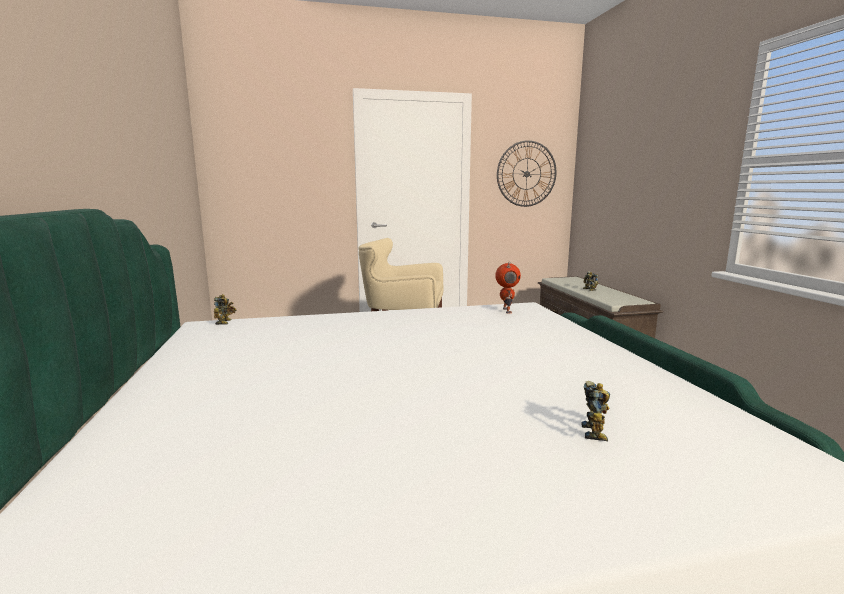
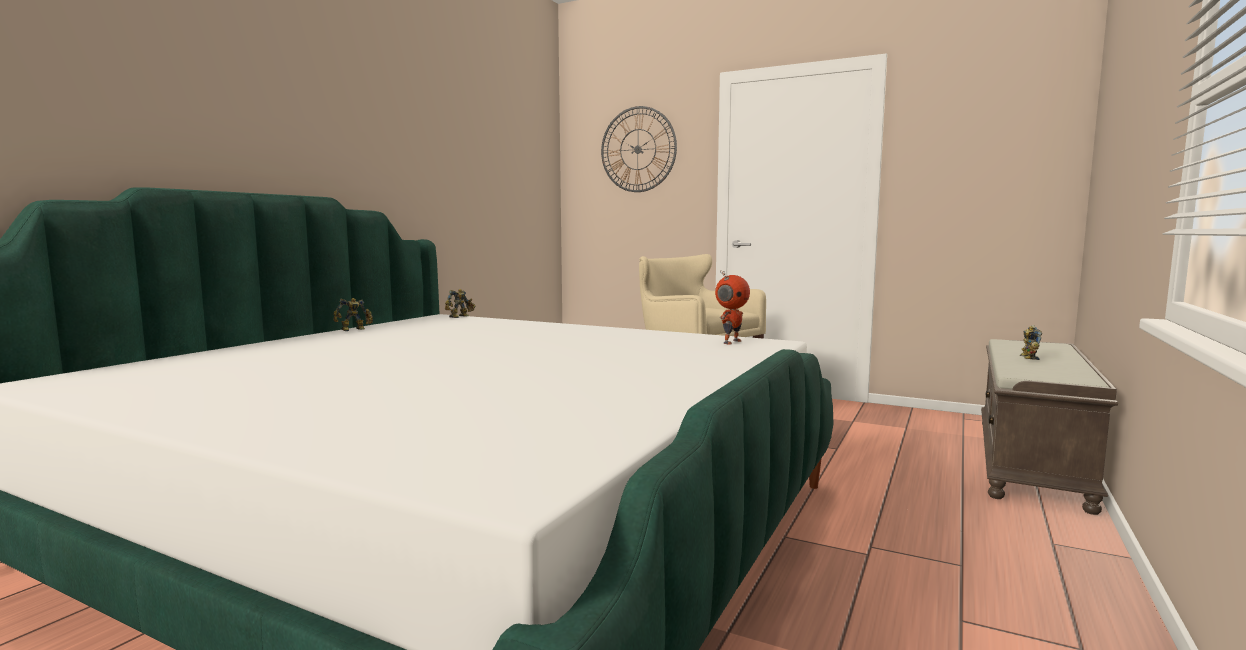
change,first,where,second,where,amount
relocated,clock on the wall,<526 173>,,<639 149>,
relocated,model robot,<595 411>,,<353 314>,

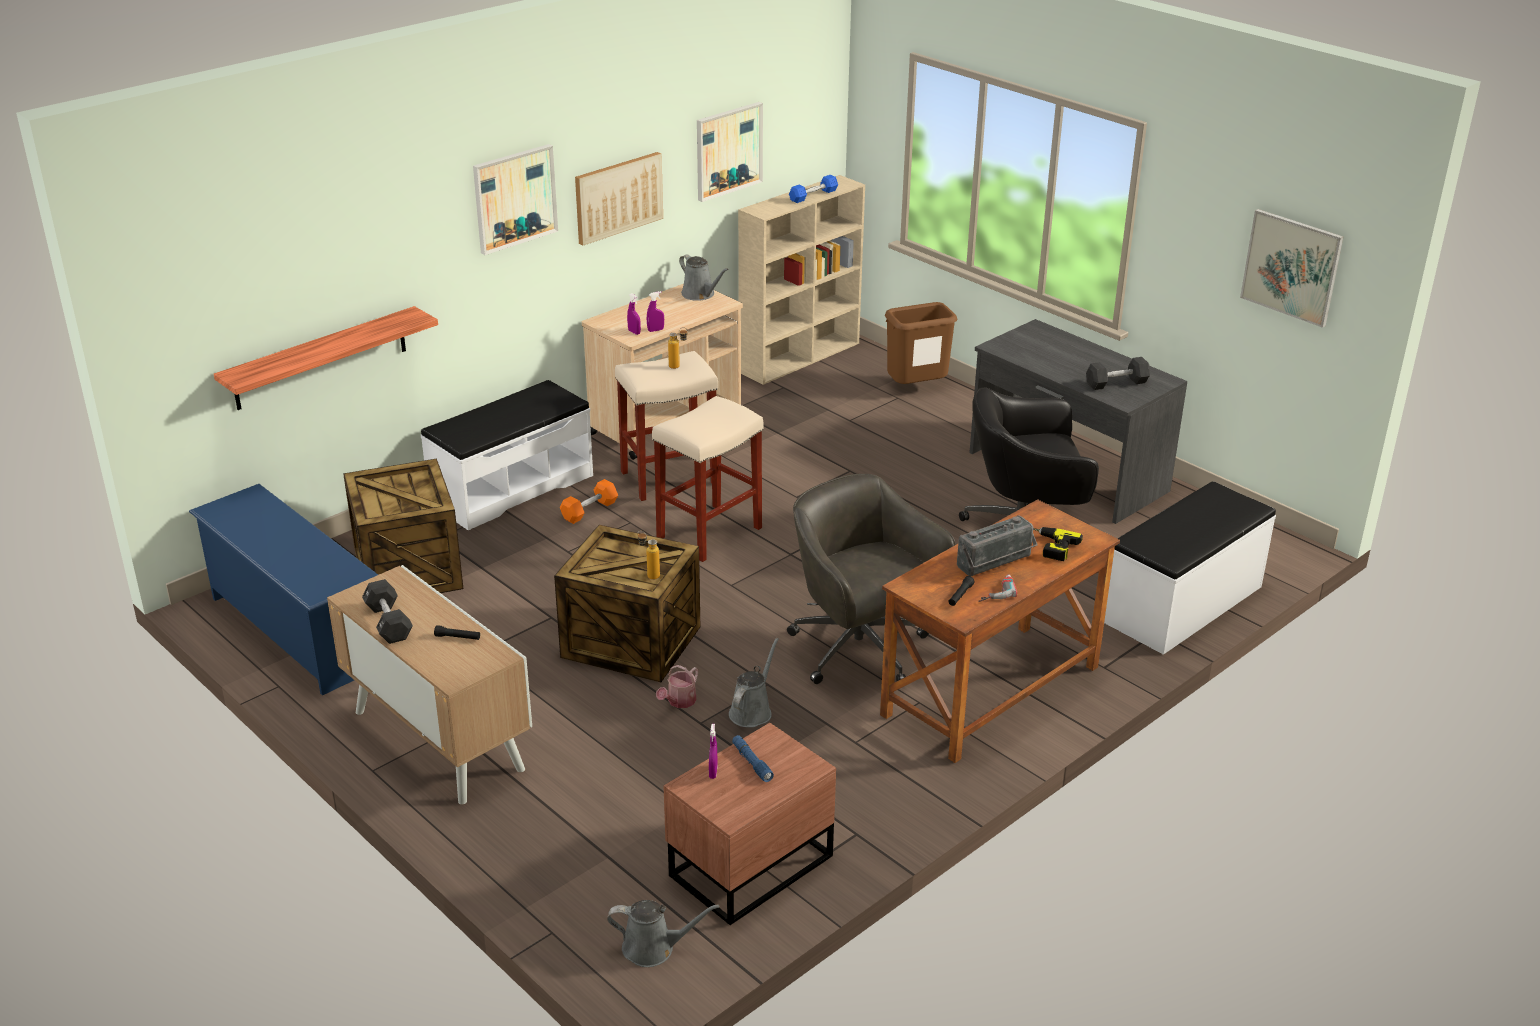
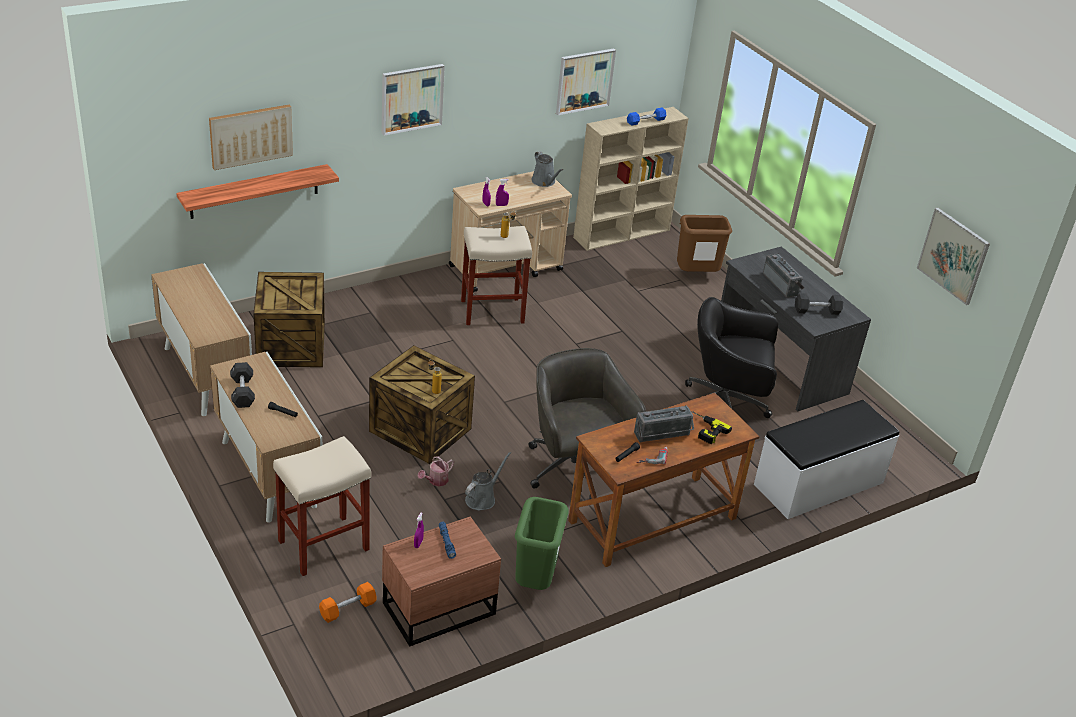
change,first,where,second,where,amount
missing,white bench,<507 455>,,,
missing,grey watering can,<663 933>,,,
appeared,,,greenish trash can,<542 543>,
appeared,,,radio set,<783 275>,
relocated,orangey hand weight,<589 501>,,<348 602>,
relocated,wall art,<619 198>,,<251 137>,
relocated,beige-coloured stool seat,<708 479>,,<322 506>,
exchanged,blue shoe stand,<283 589>,storage cabinet,<201 339>,

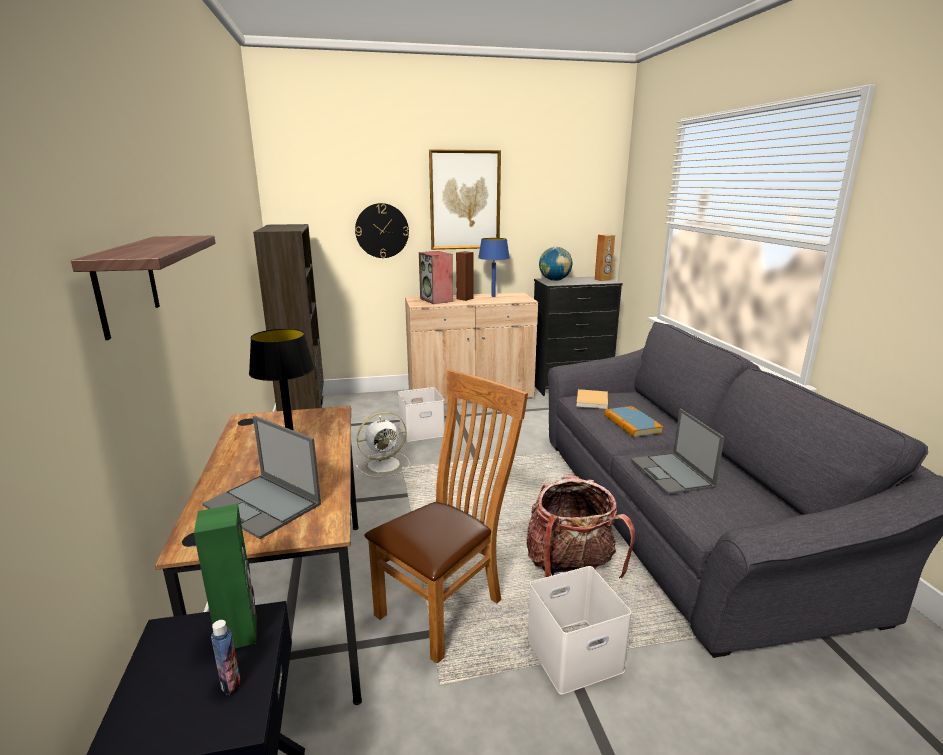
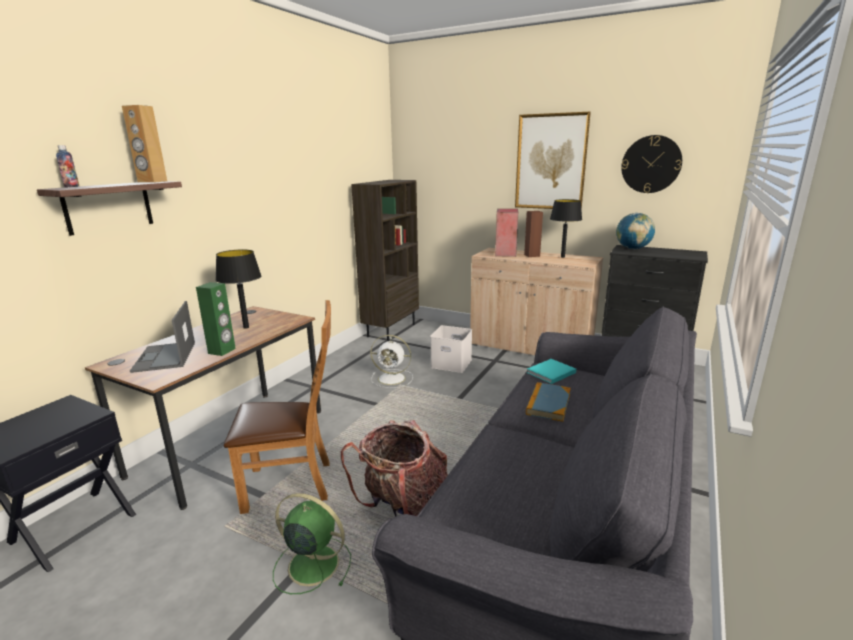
change,first,where,second,where,amount
missing,notebook computer,<677 451>,,,
relocated,greenish loudspeaker,<225 576>,,<216 319>,
relocated,beverage bottle,<226 657>,,<67 166>,
relocated,clock on the wall,<382 230>,,<651 164>,
relocated,brown-coloured loudspeaker,<605 257>,,<144 144>,
exchanged,white storage bin,<580 630>,greenish electric fan,<312 543>,
colour,blue lamp for a table,<494 267>,black-coloured lamp for a table,<566 228>,
colour,beige-coloured book,<592 399>,turquoise book,<551 371>,

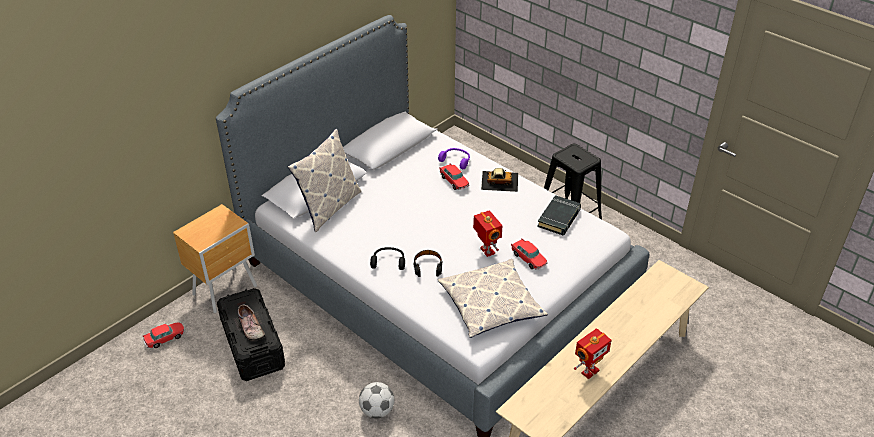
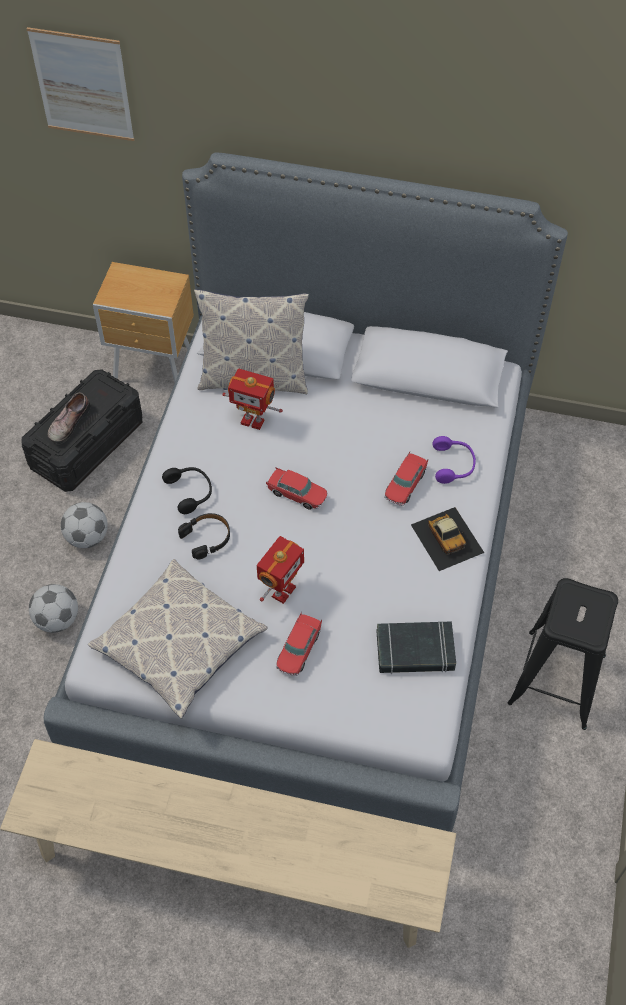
change,first,where,second,where,amount
appeared,,,wall art,<80 84>,
appeared,,,ball for football,<84 525>,
relocated,model car,<163 335>,,<296 488>,
relocated,model robot,<593 353>,,<252 399>,

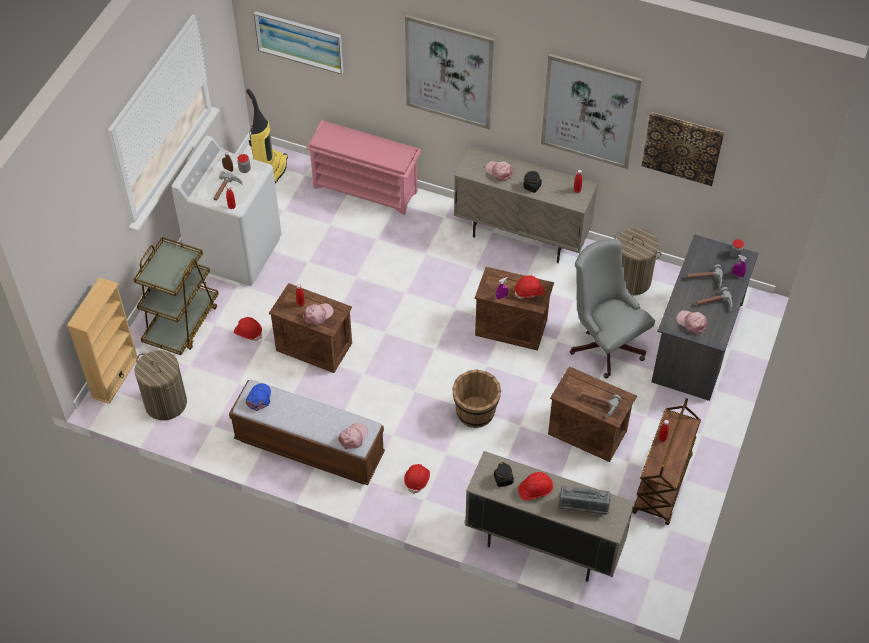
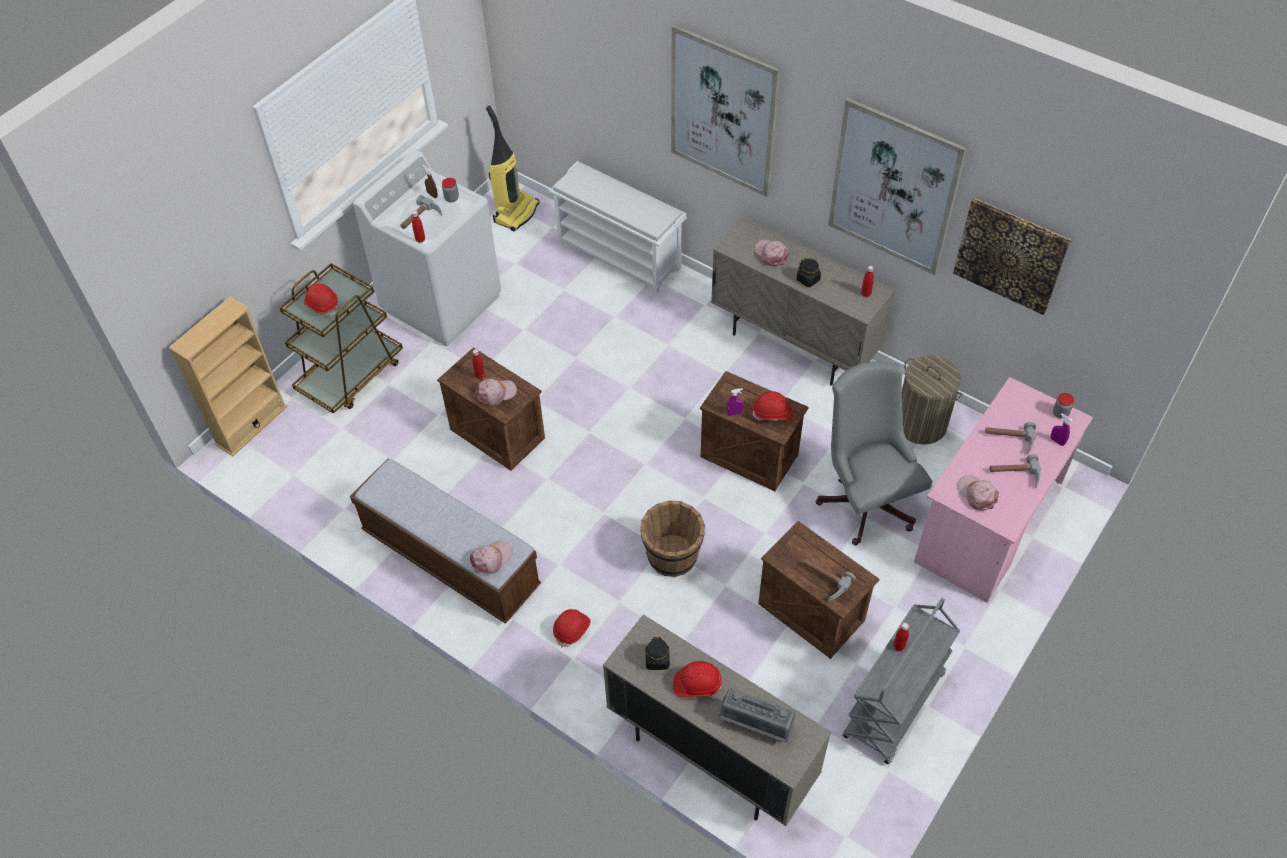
change,first,where,second,where,amount
missing,hamper,<161 385>,,,
missing,blue cap,<258 397>,,,
missing,wall art,<298 42>,,,
relocated,red-coloured safety helmet,<248 329>,,<321 300>,
colour,pink shoe stand,<363 168>,white shoe stand,<618 227>,
colour,brown-coloured wheeled cart,<666 461>,grey wheeled cart,<901 681>,
colour,grey desk,<705 317>,pink desk,<1003 490>,

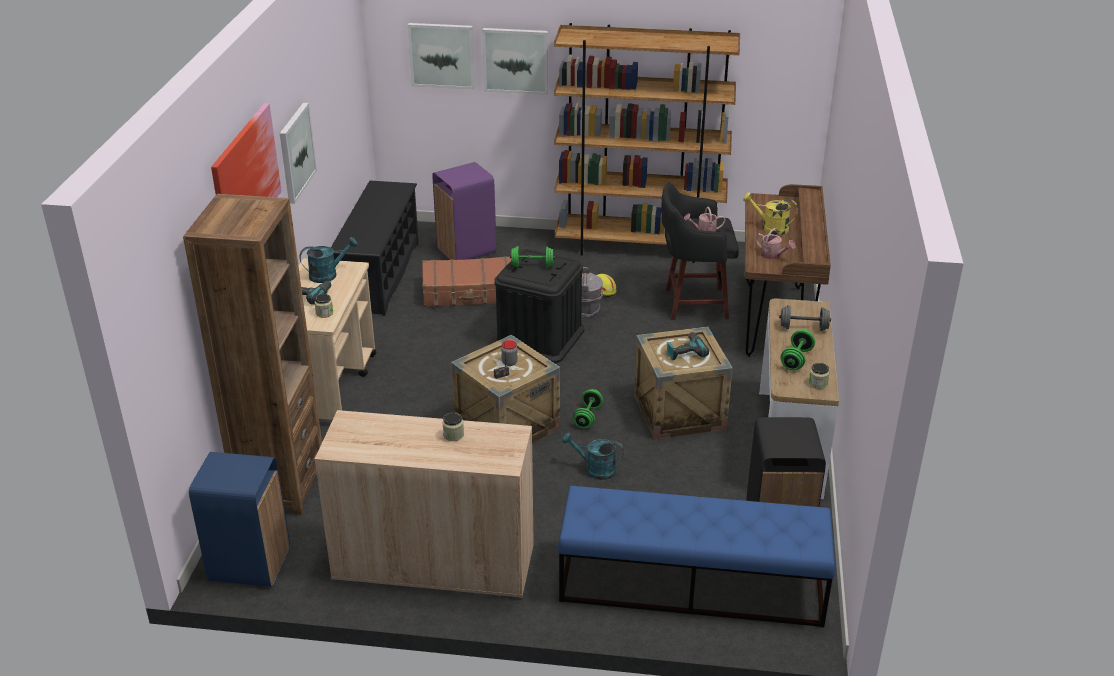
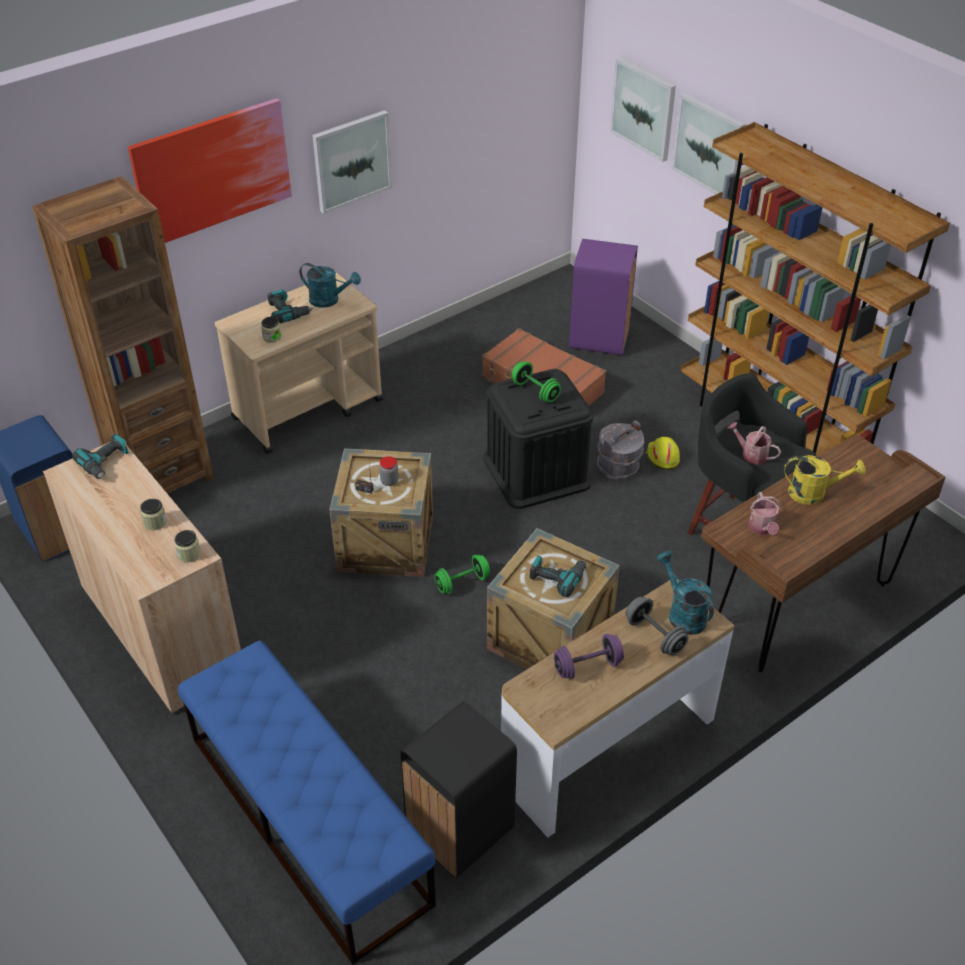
change,first,where,second,where,amount
missing,black-coloured shoe stand,<375 248>,,,
appeared,,,electric drill,<100 456>,
relocated,turquoise watering can,<593 456>,,<685 593>,
relocated,storage jar,<819 376>,,<187 546>,
colour,greenish hand weight,<798 350>,purple-coloured hand weight,<589 656>,
spun,yellow watering can,<770 213>,,<825 480>,120 degrees clockwise

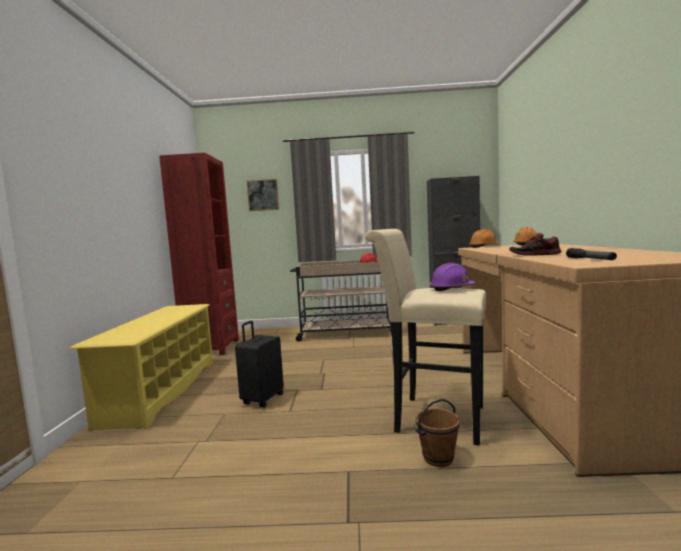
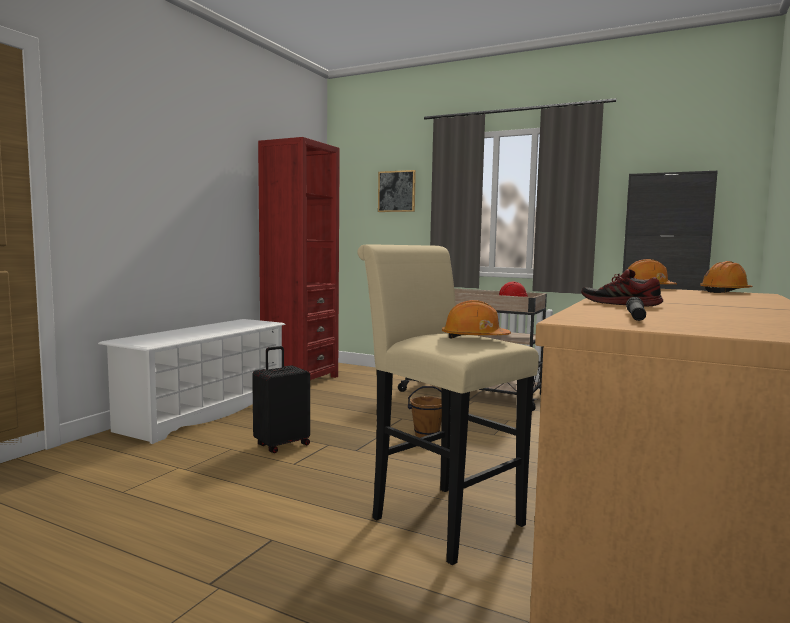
change,first,where,second,where,amount
relocated,brown-coloured water bucket,<437 433>,,<425 412>,
colour,yellow shoe stand,<141 367>,white shoe stand,<192 381>,
colour,purple-coloured safety helmet,<452 277>,orangey safety helmet,<476 319>,

